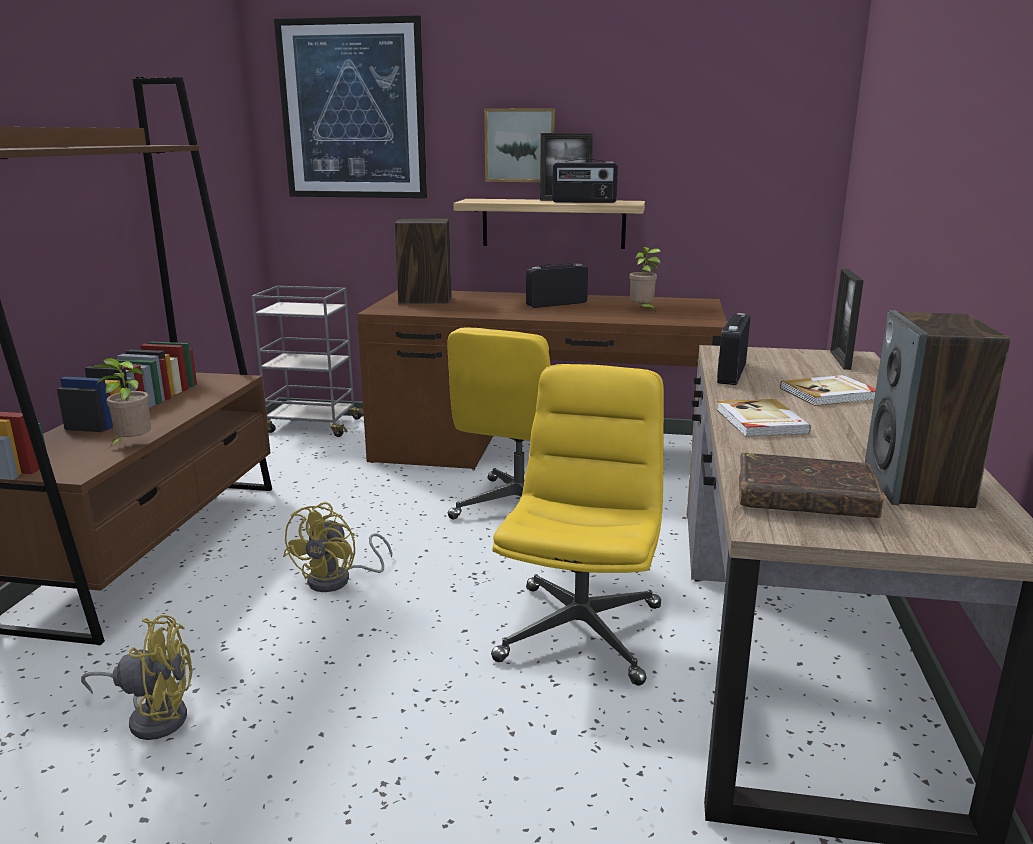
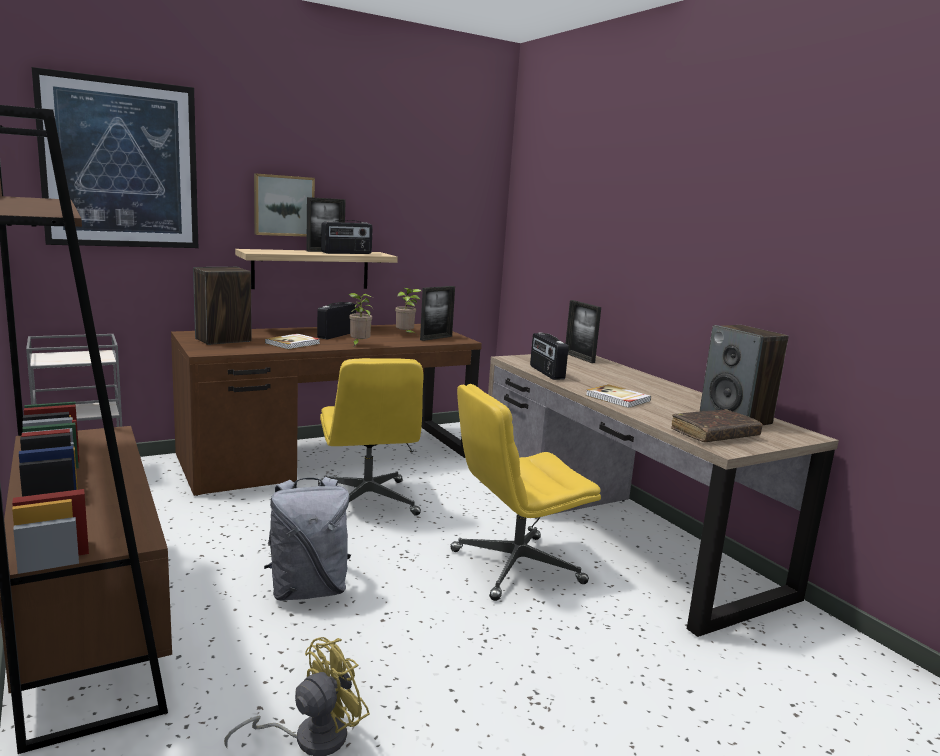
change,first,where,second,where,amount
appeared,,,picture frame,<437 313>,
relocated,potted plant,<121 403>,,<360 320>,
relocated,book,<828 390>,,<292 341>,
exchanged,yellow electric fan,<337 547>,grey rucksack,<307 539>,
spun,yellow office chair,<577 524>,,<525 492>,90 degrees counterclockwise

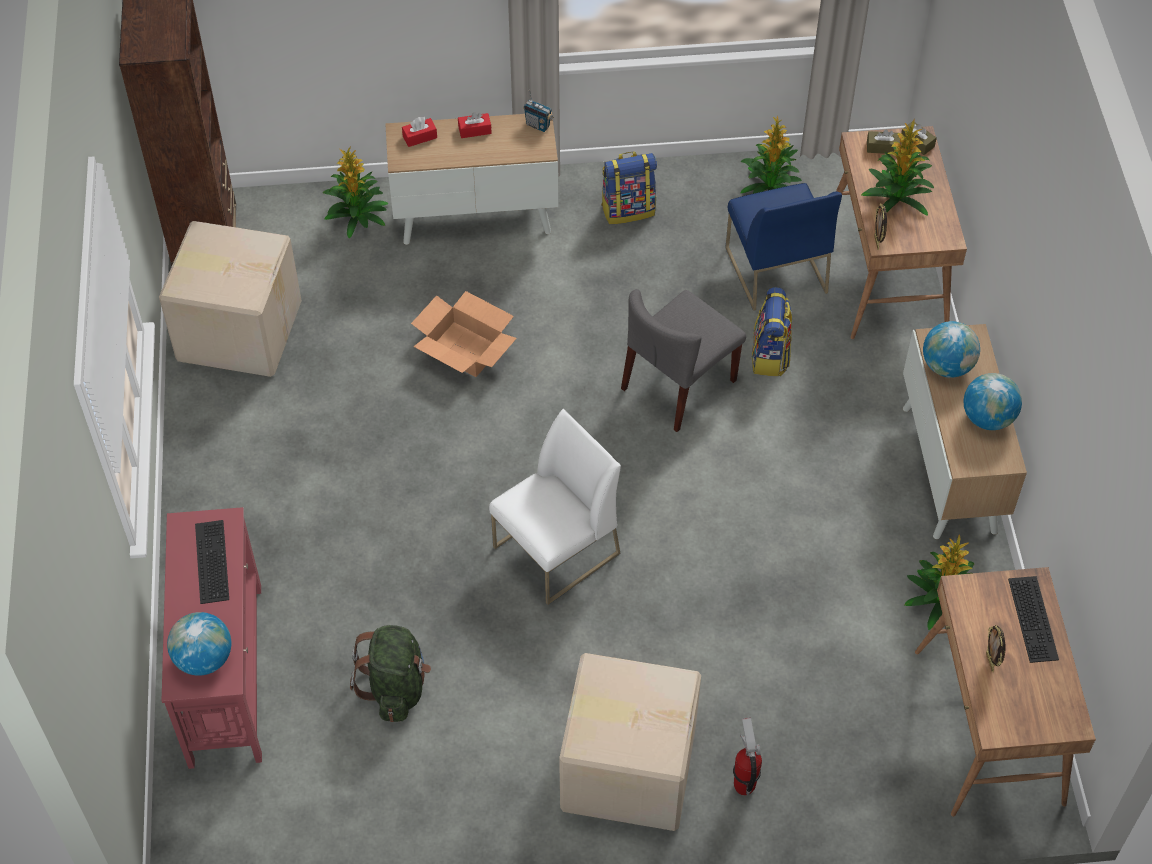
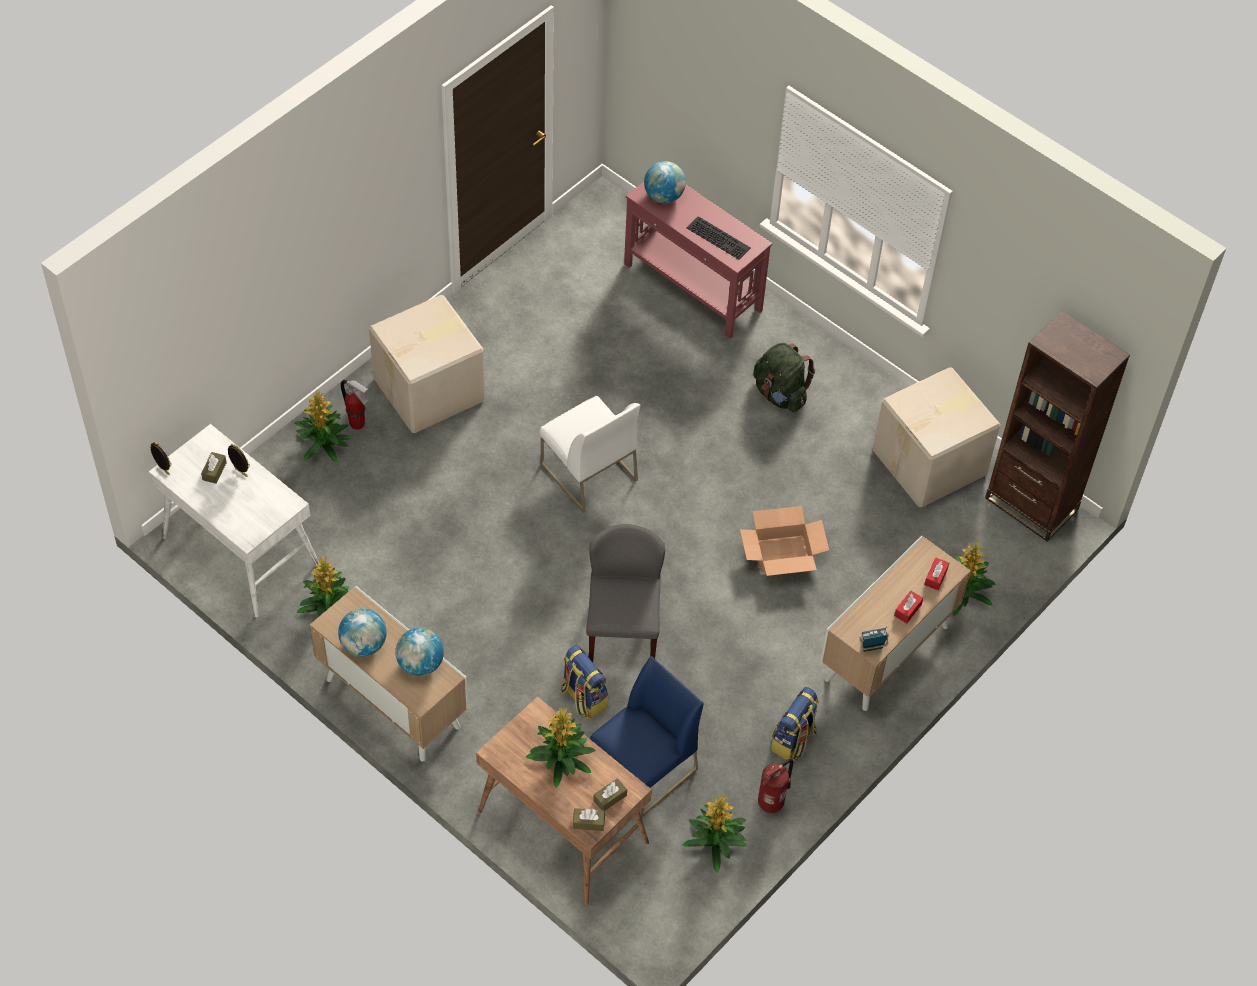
change,first,where,second,where,amount
missing,keyboard,<1033 619>,,,
appeared,,,brown-coloured box of tissues,<214 468>,
appeared,,,potted plant,<323 426>,
appeared,,,fire extinguisher,<775 786>,
relocated,greenish rucksack,<390 673>,,<784 377>,
relocated,picture frame,<880 226>,,<161 458>,
colour,brown-coloured desk,<1005 692>,white desk,<234 520>,
spun,white upright chair,<555 507>,,<589 454>,45 degrees counterclockwise
spun,blue upright chair,<783 247>,,<647 736>,105 degrees clockwise

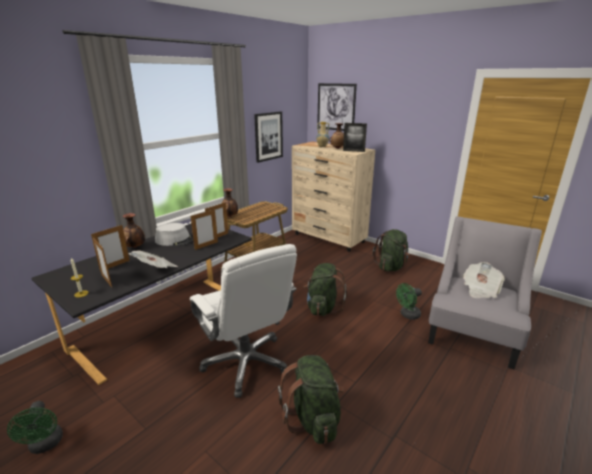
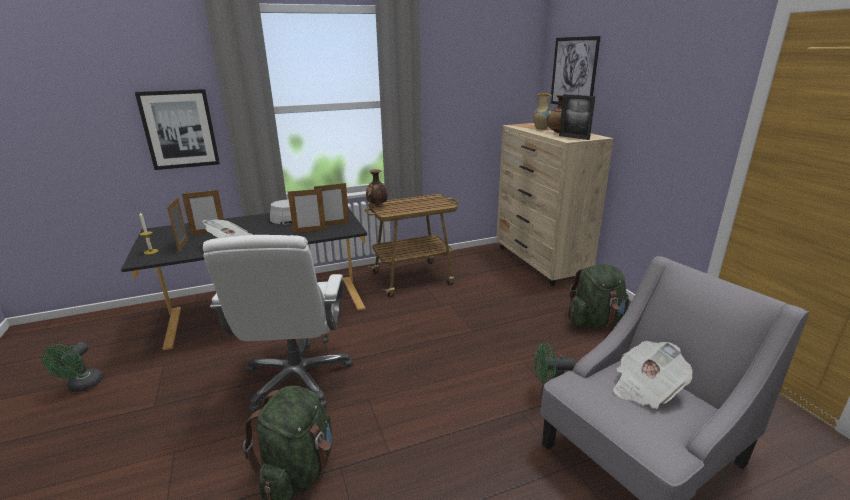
change,first,where,second,where,amount
missing,vase,<134 230>,,,
missing,greenish rucksack,<325 289>,,,
relocated,wall art,<268 137>,,<177 129>,

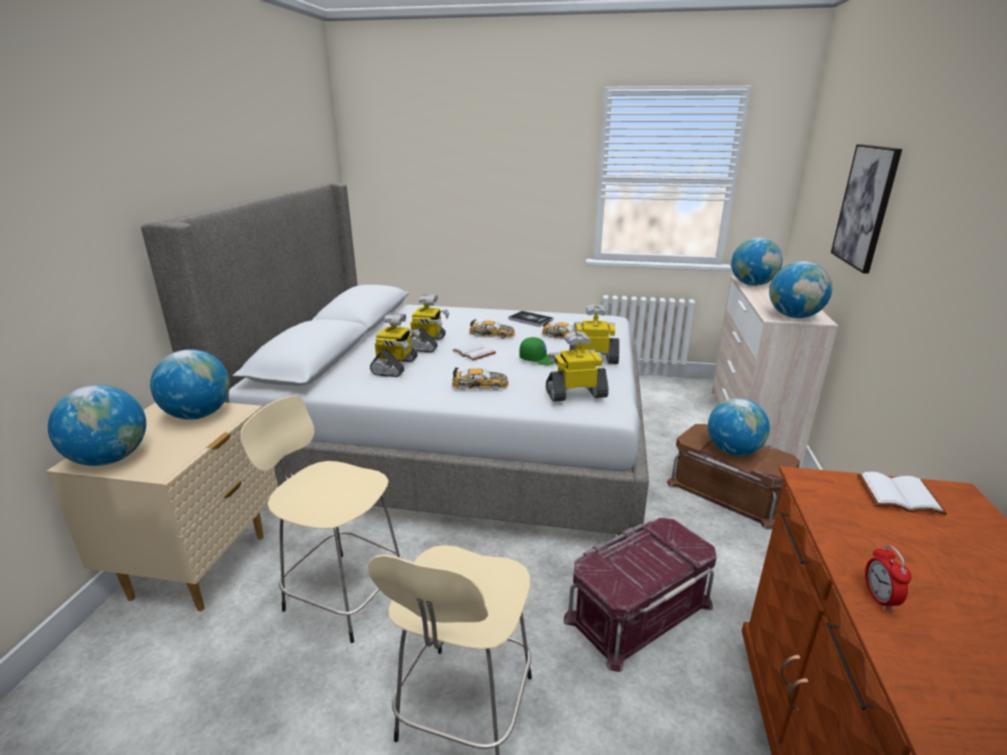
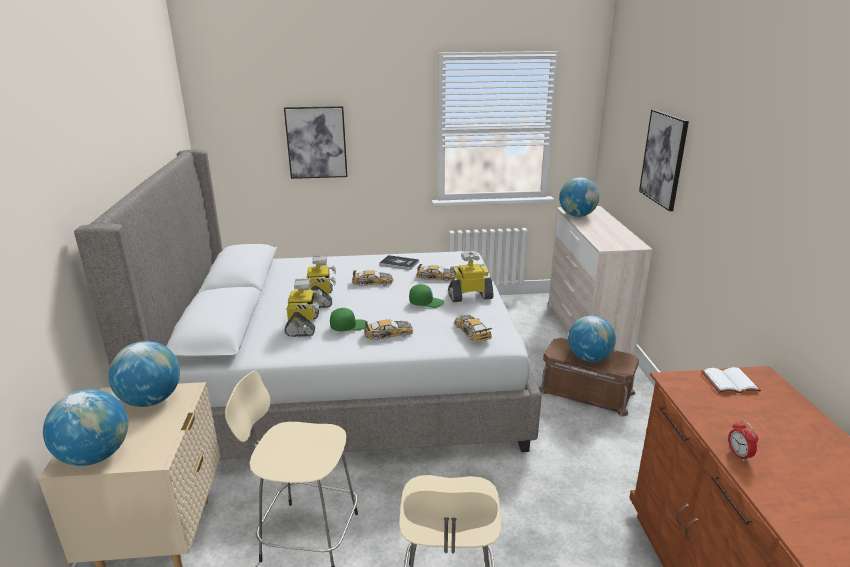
change,first,where,second,where,amount
missing,white book,<474 351>,,,
missing,red-coloured storage bin,<640 595>,,,
missing,world globe,<800 289>,,,
appeared,,,wall art,<315 142>,
appeared,,,greenish cap,<348 319>,
exchanged,model robot,<577 366>,model car,<473 328>,

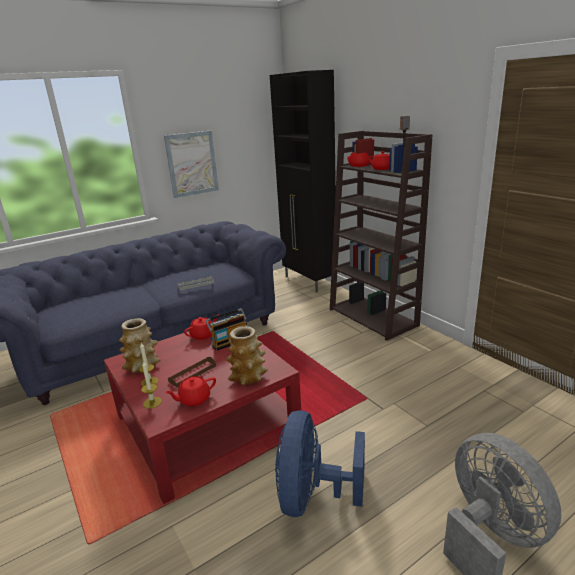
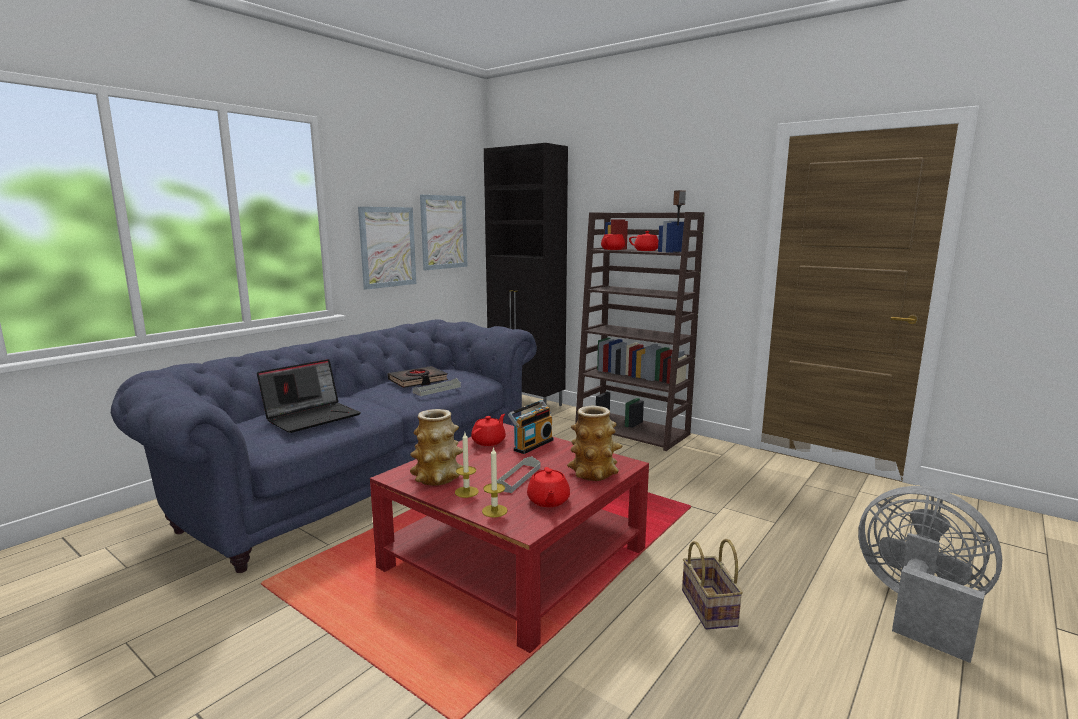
change,first,where,second,where,amount
appeared,,,notebook computer,<309 396>,
appeared,,,black-coloured book,<418 377>,
appeared,,,wall art,<444 232>,
exchanged,blue electric fan,<320 463>,storage basket,<712 584>,
colour,brown-coloured carrying tray,<192 372>,grey carrying tray,<518 474>,
spun,red-coloured pot for tea,<190 391>,,<548 487>,45 degrees counterclockwise

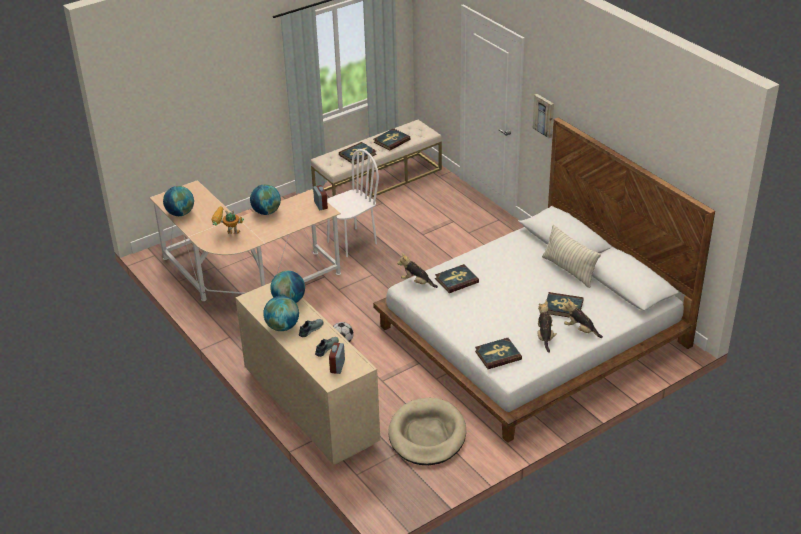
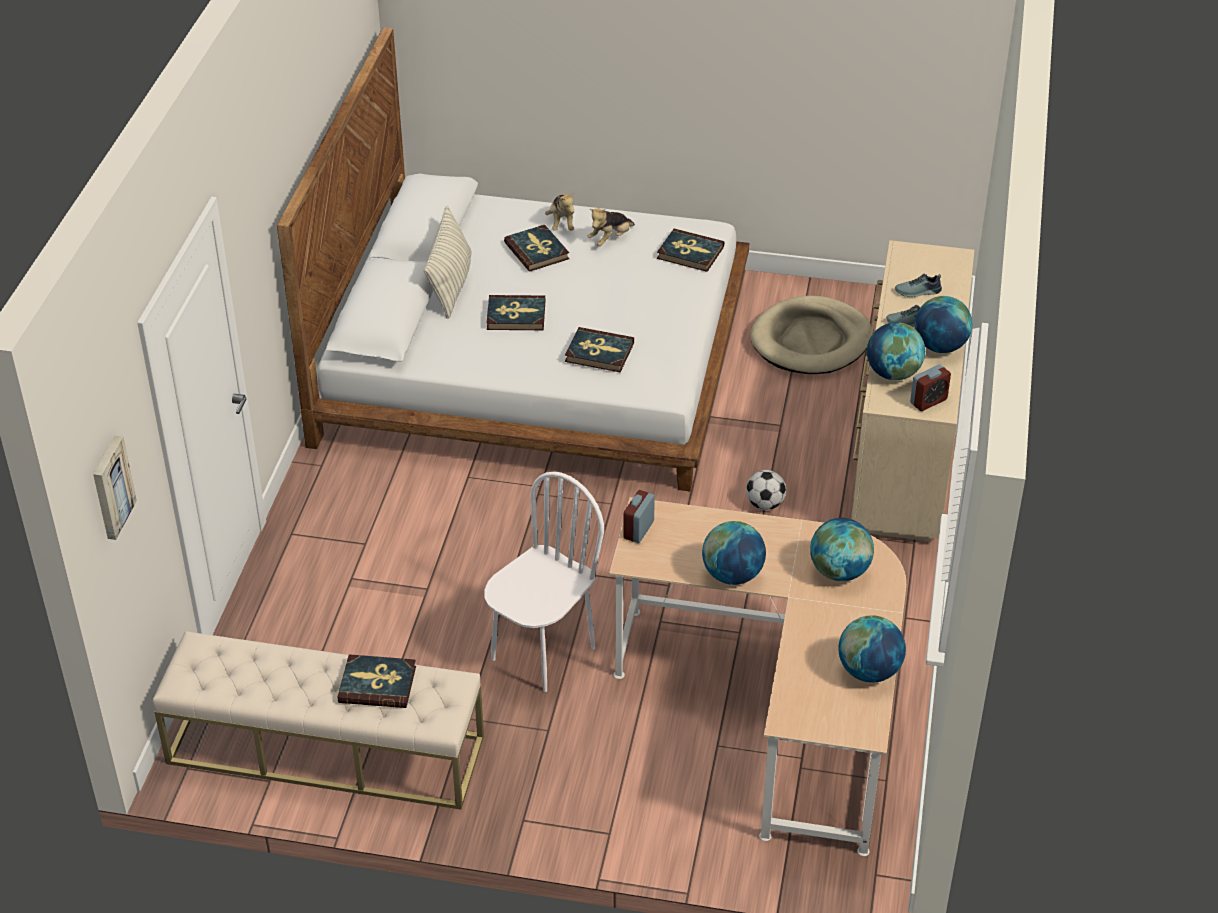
change,first,where,second,where,amount
missing,cuddly toy,<417 270>,,,
relocated,bedside clock,<337 358>,,<930 388>,
relocated,book,<392 139>,,<515 312>,
relocated,wall art,<543 116>,,<115 488>,
exchanged,model robot,<228 220>,world globe,<842 549>,
spun,white upright chair,<353 203>,,<544 581>,120 degrees clockwise

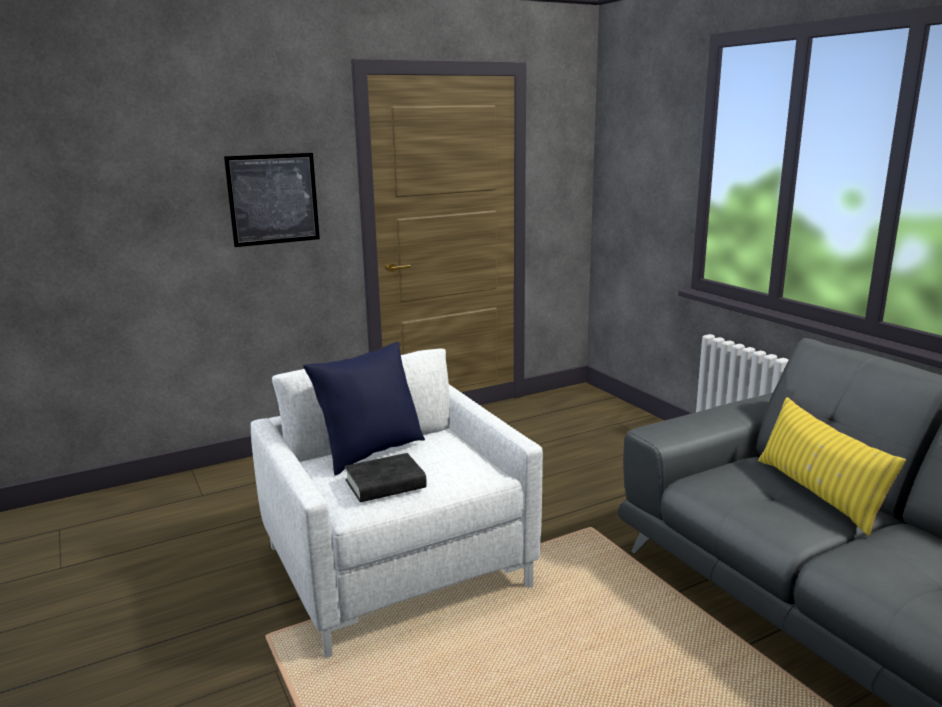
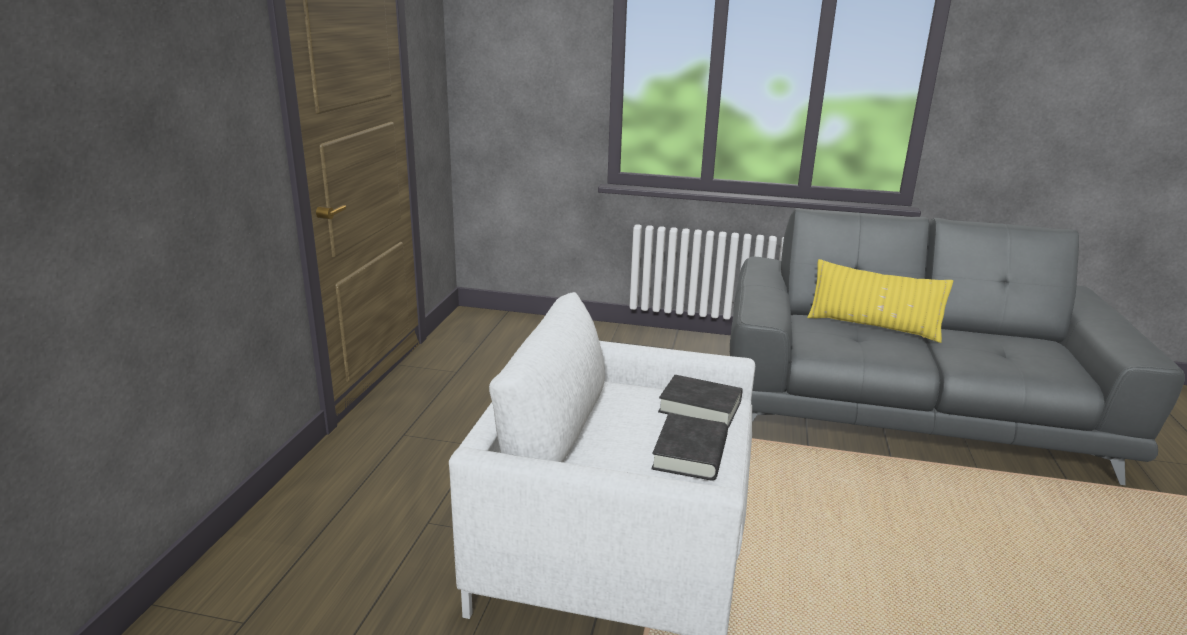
change,first,where,second,where,amount
missing,wall art,<272 200>,,,
missing,blue throw pillow,<364 408>,,,
appeared,,,black-coloured book,<700 401>,

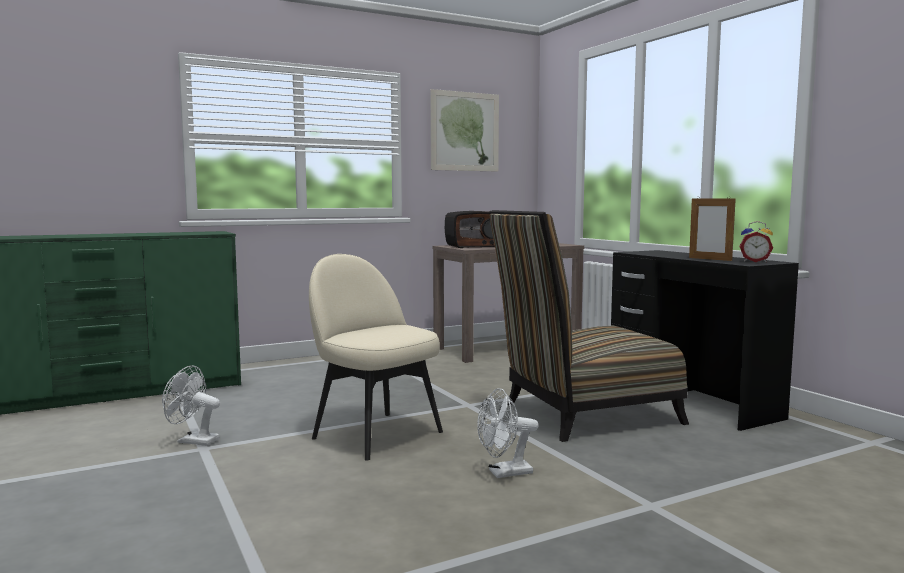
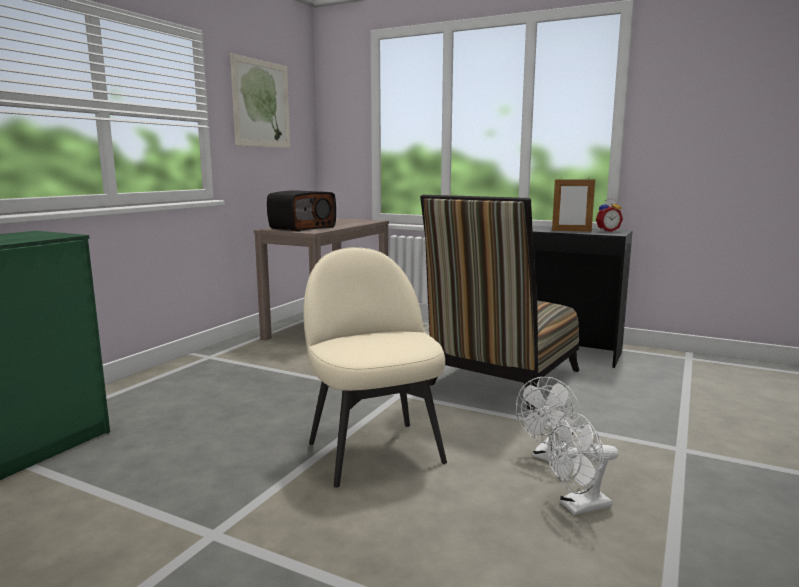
change,first,where,second,where,amount
relocated,white electric fan,<191 405>,,<582 463>,
spun,beige-coloured upright chair,<376 357>,,<375 367>,60 degrees clockwise

